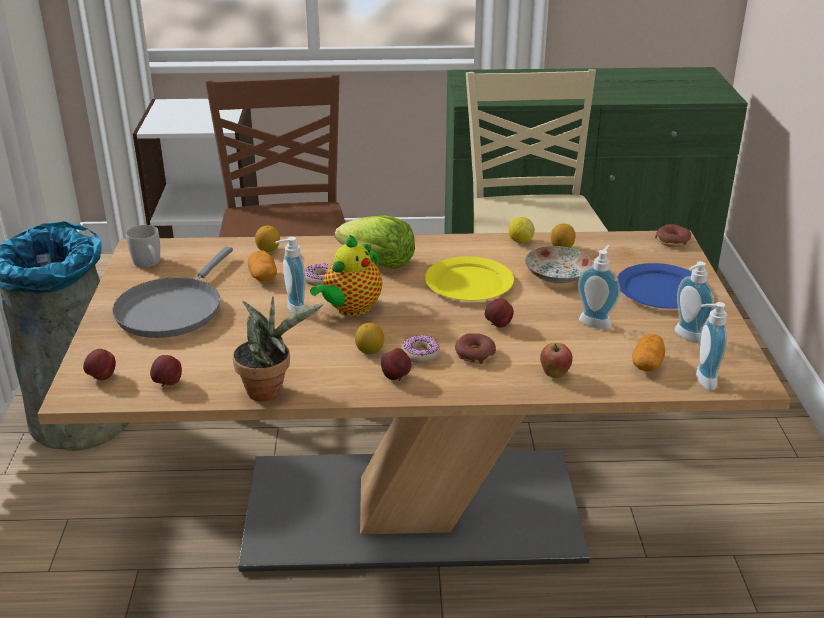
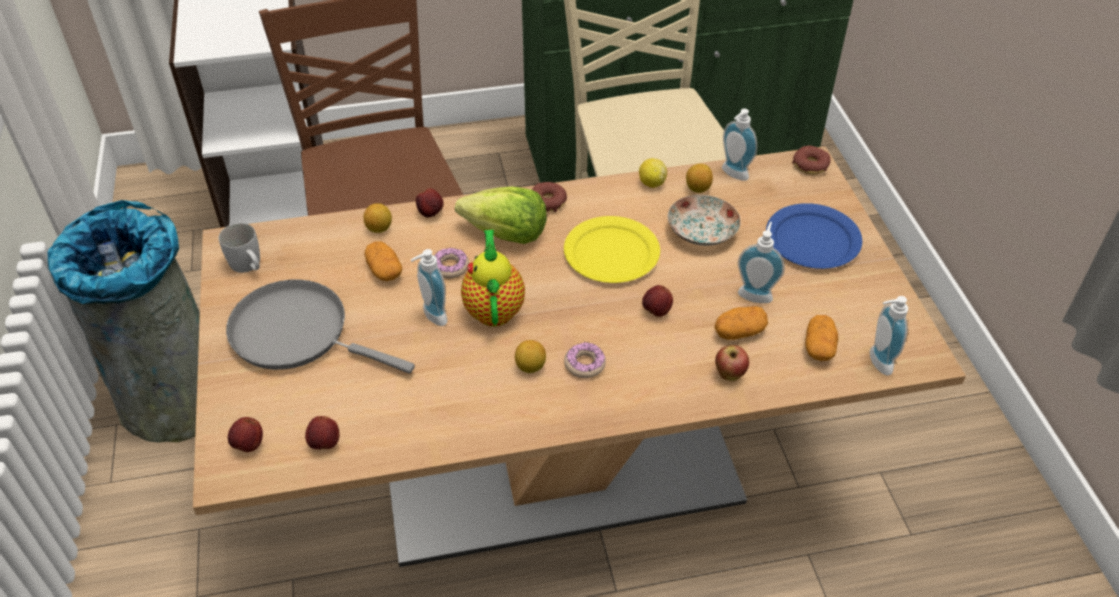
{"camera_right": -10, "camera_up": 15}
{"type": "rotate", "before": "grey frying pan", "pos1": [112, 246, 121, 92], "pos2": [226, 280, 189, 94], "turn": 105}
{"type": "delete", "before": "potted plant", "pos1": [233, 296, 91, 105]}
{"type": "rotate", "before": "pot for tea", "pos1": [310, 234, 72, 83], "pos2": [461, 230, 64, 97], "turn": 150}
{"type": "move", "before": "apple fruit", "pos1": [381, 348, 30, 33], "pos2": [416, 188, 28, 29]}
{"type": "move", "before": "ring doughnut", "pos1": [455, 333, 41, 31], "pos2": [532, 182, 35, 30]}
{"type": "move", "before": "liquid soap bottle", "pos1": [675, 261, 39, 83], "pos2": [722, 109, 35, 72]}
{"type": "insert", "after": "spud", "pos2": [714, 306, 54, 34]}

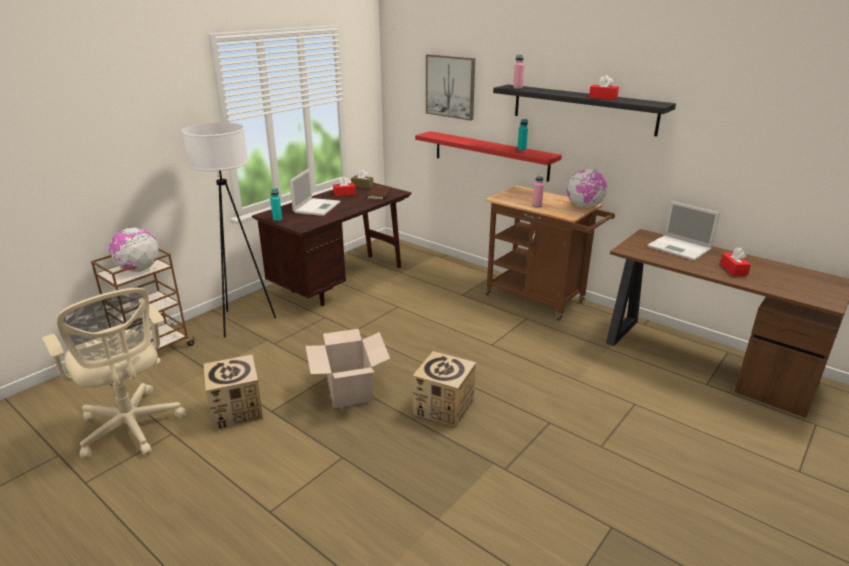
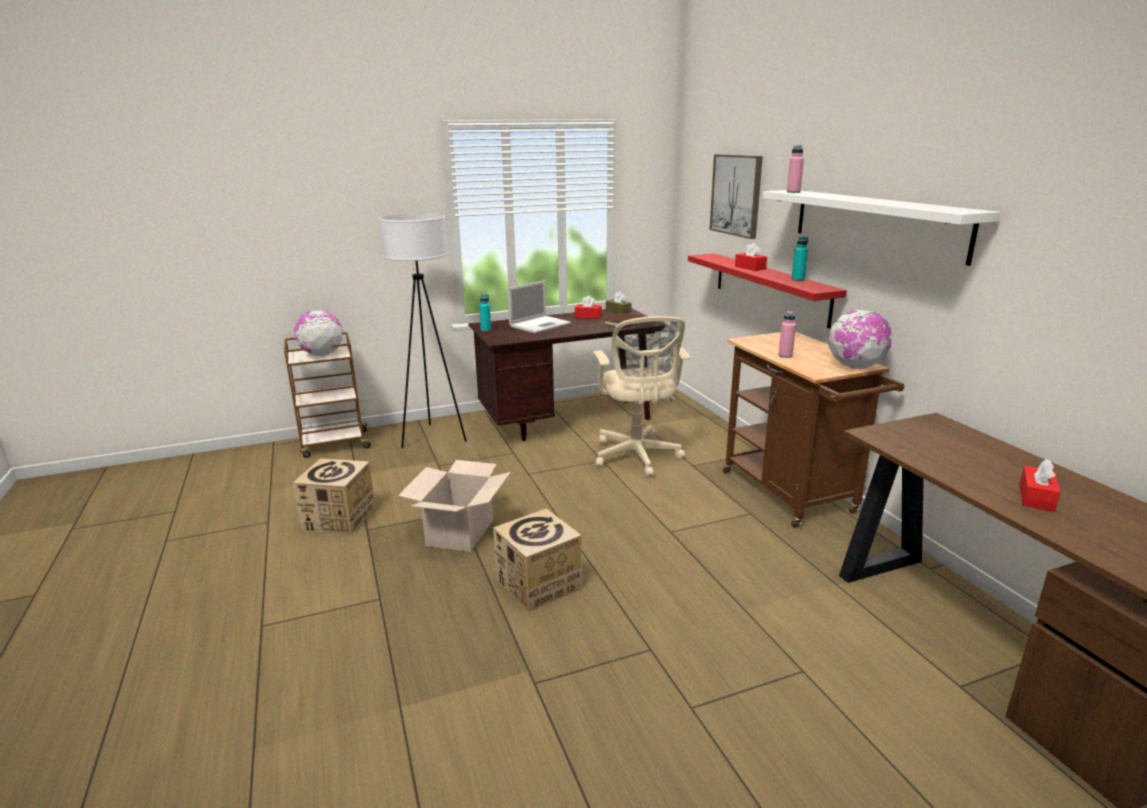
{"camera_right": 30, "camera_up": -5}
{"type": "move", "before": "sand-coloured office chair", "pos1": [42, 288, 145, 171], "pos2": [593, 316, 97, 161]}
{"type": "recolor", "before": "blackish shelf", "after": "whitish shelf", "pos1": [493, 85, 183, 51], "pos2": [762, 190, 238, 76]}
{"type": "move", "before": "red-coloured box of tissues", "pos1": [589, 75, 30, 25], "pos2": [735, 243, 32, 28]}
{"type": "delete", "before": "laptop", "pos1": [647, 201, 73, 60]}

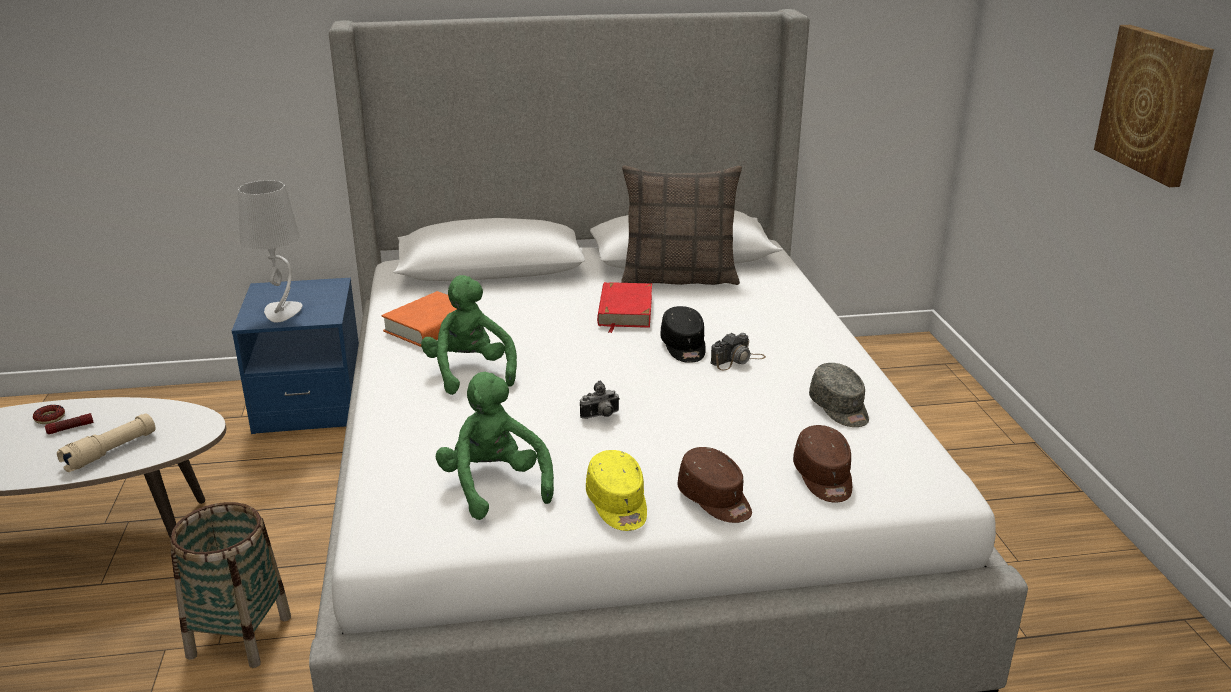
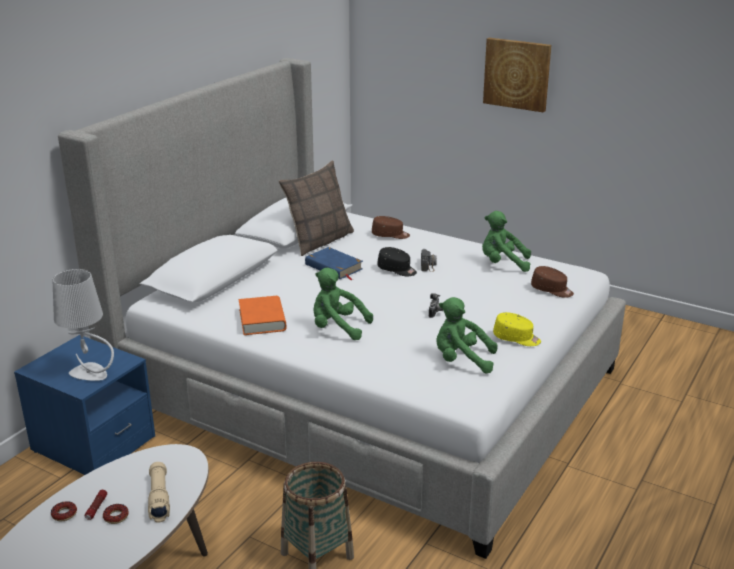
{"camera_right": -50, "camera_up": 0}
{"type": "recolor", "before": "red-coloured volume", "after": "blue volume", "pos1": [597, 282, 55, 51], "pos2": [305, 247, 58, 33]}
{"type": "move", "before": "brownish cap", "pos1": [677, 447, 75, 76], "pos2": [372, 216, 38, 23]}
{"type": "replace", "before": "grey cap", "after": "green soft toy", "pos1": [809, 363, 60, 64], "pos2": [482, 211, 49, 61]}
{"type": "insert", "after": "ring doughnut", "pos2": [103, 504, 26, 20]}

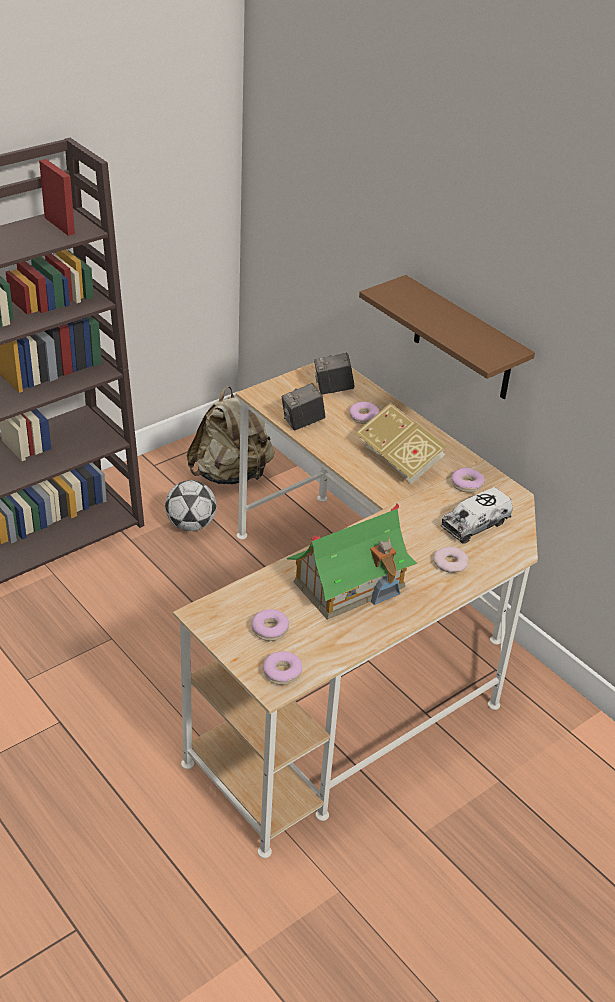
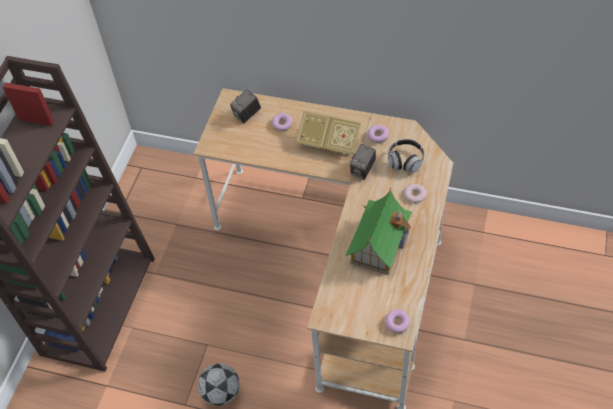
{"camera_right": -30, "camera_up": 15}
{"type": "move", "before": "ball for football", "pos1": [165, 480, 51, 51], "pos2": [198, 363, 41, 43]}
{"type": "delete", "before": "sand-coloured rucksack", "pos1": [187, 386, 88, 99]}
{"type": "delete", "before": "ring doughnut", "pos1": [251, 609, 38, 32]}
{"type": "move", "before": "photo camera", "pos1": [281, 383, 44, 47], "pos2": [350, 144, 26, 36]}
{"type": "delete", "before": "brownish shelf", "pos1": [359, 275, 176, 124]}
{"type": "replace", "before": "model truck", "after": "headset", "pos1": [441, 487, 71, 57], "pos2": [388, 139, 37, 34]}

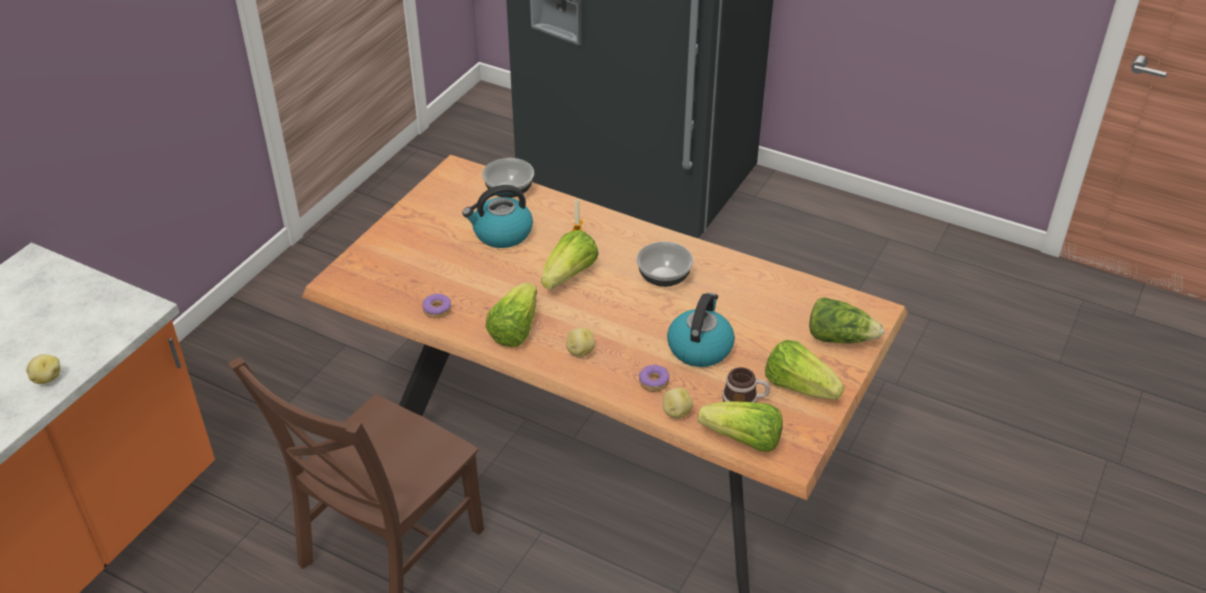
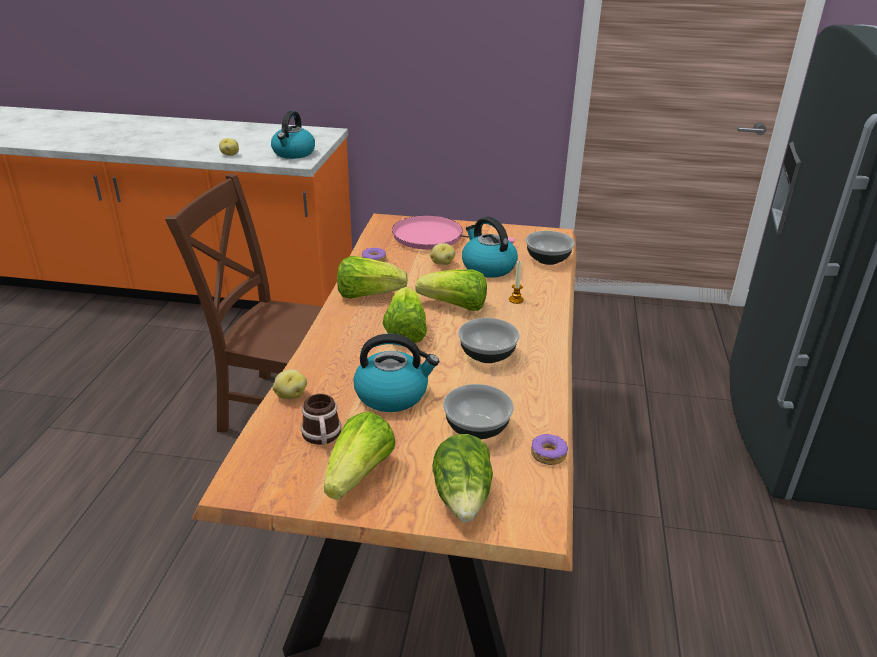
{"camera_right": 70, "camera_up": -10}
{"type": "move", "before": "spud", "pos1": [566, 328, 29, 29], "pos2": [430, 243, 25, 22]}
{"type": "move", "before": "ring doughnut", "pos1": [639, 364, 30, 28], "pos2": [531, 433, 37, 32]}
{"type": "move", "before": "head of lettuce", "pos1": [698, 402, 85, 50], "pos2": [382, 287, 45, 56]}
{"type": "insert", "after": "tea kettle", "pos2": [271, 111, 44, 48]}
{"type": "insert", "after": "pink frying pan", "pos2": [392, 216, 123, 34]}
{"type": "insert", "after": "deep dish", "pos2": [443, 384, 71, 55]}

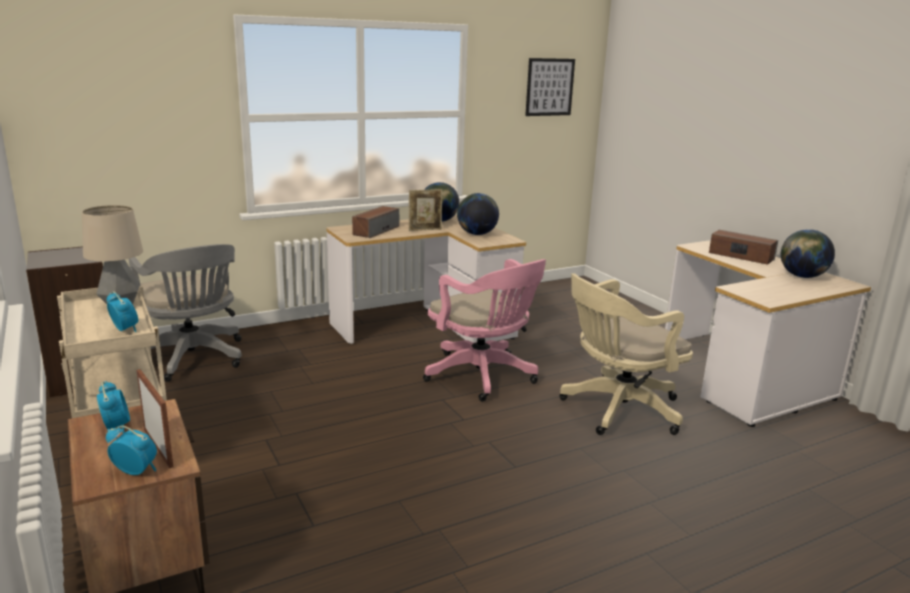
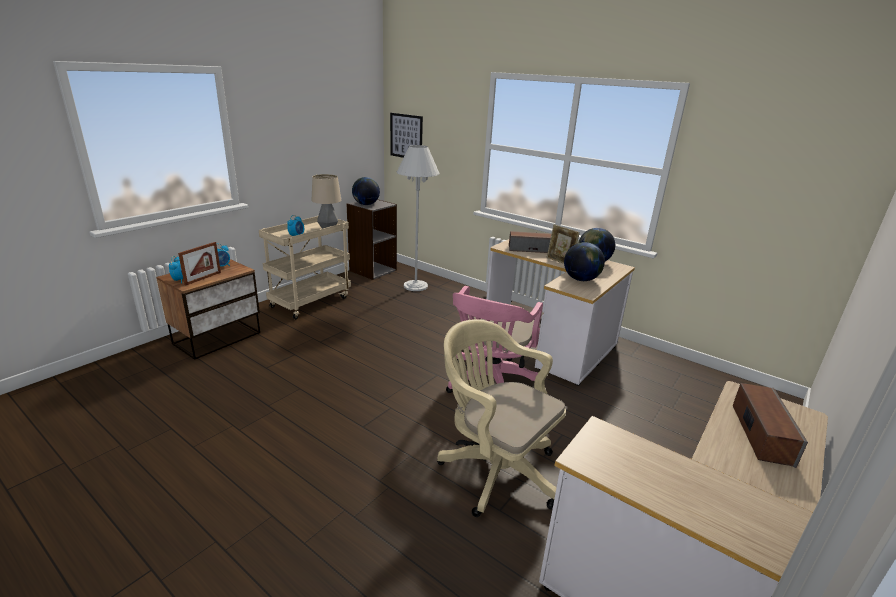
{"camera_right": 65, "camera_up": 5}
{"type": "replace", "before": "grey office chair", "after": "whitish floor lamp", "pos1": [129, 244, 113, 138], "pos2": [397, 145, 43, 146]}
{"type": "move", "before": "wall art", "pos1": [525, 58, 50, 58], "pos2": [390, 113, 33, 45]}
{"type": "move", "before": "globe", "pos1": [781, 229, 54, 49], "pos2": [352, 177, 28, 28]}

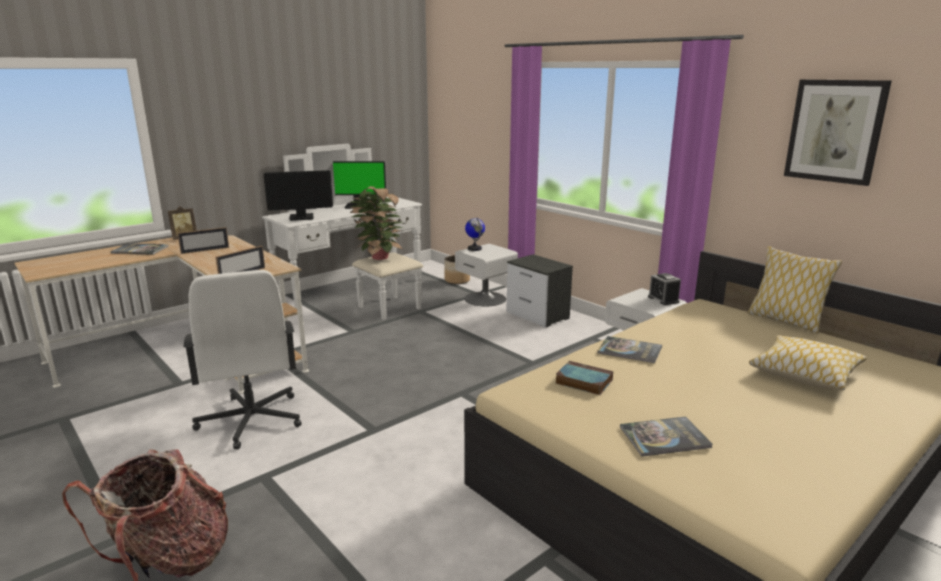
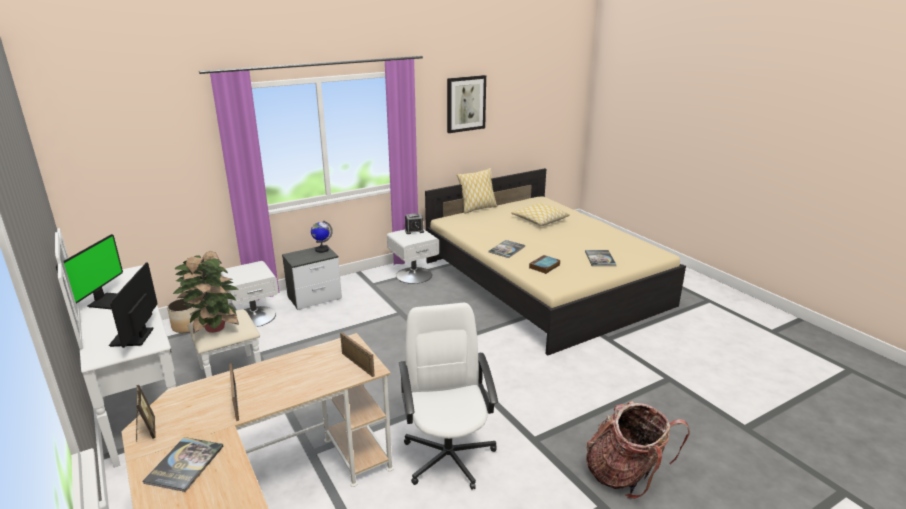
{"camera_right": -80, "camera_up": 5}
{"type": "rotate", "before": "whitish office chair", "pos1": [183, 270, 119, 180], "pos2": [399, 303, 99, 187], "turn": -90}
{"type": "move", "before": "globe", "pos1": [465, 217, 20, 34], "pos2": [311, 220, 22, 33]}

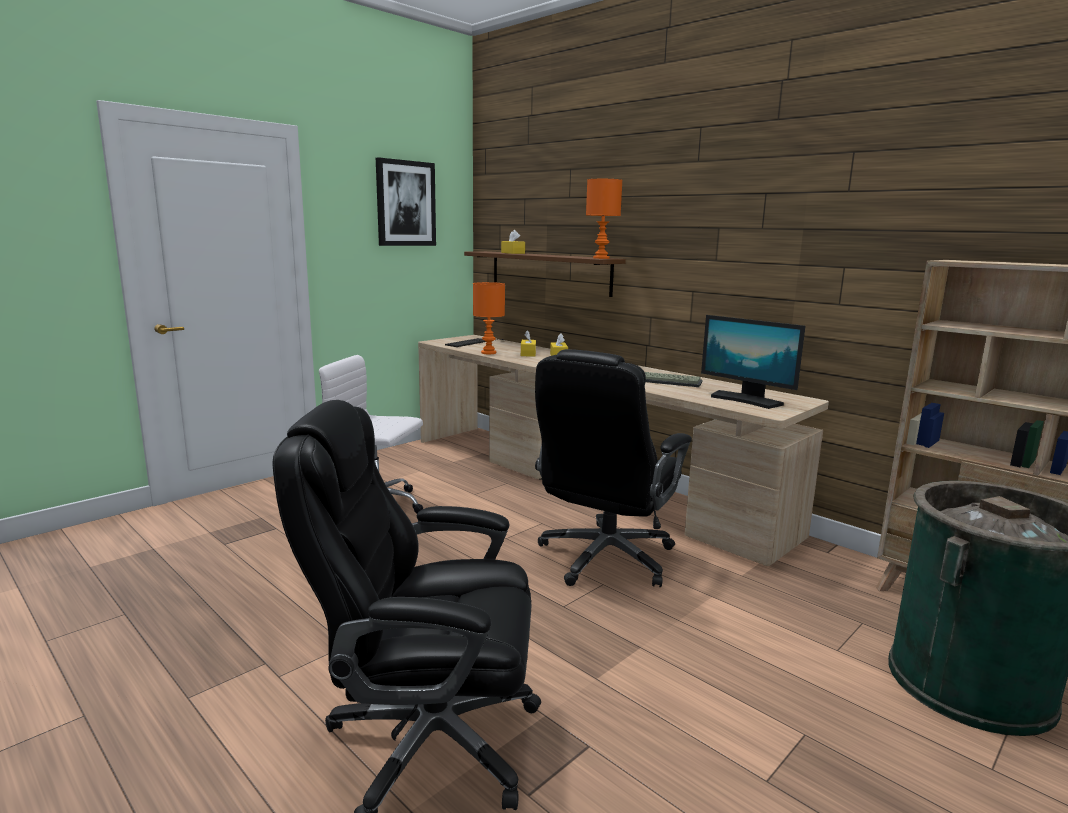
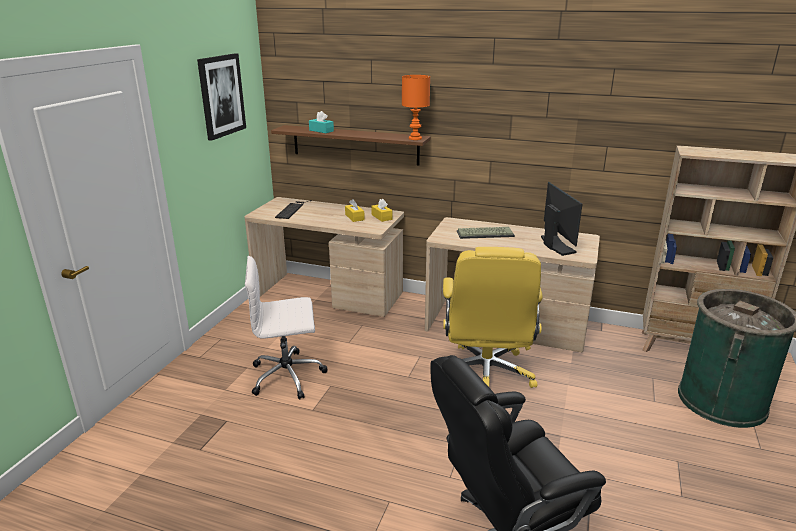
{"camera_right": -25, "camera_up": 10}
{"type": "delete", "before": "orange-coloured table lamp", "pos1": [473, 282, 32, 72]}
{"type": "recolor", "before": "yellowish box of tissues", "after": "turquoise-coloured box of tissues", "pos1": [501, 230, 24, 24], "pos2": [309, 111, 25, 22]}
{"type": "recolor", "before": "blackish office chair", "after": "yellowish office chair", "pos1": [535, 349, 157, 238], "pos2": [443, 247, 100, 141]}
{"type": "rotate", "before": "monitor", "pos1": [701, 315, 104, 94], "pos2": [541, 182, 41, 74], "turn": -120}

